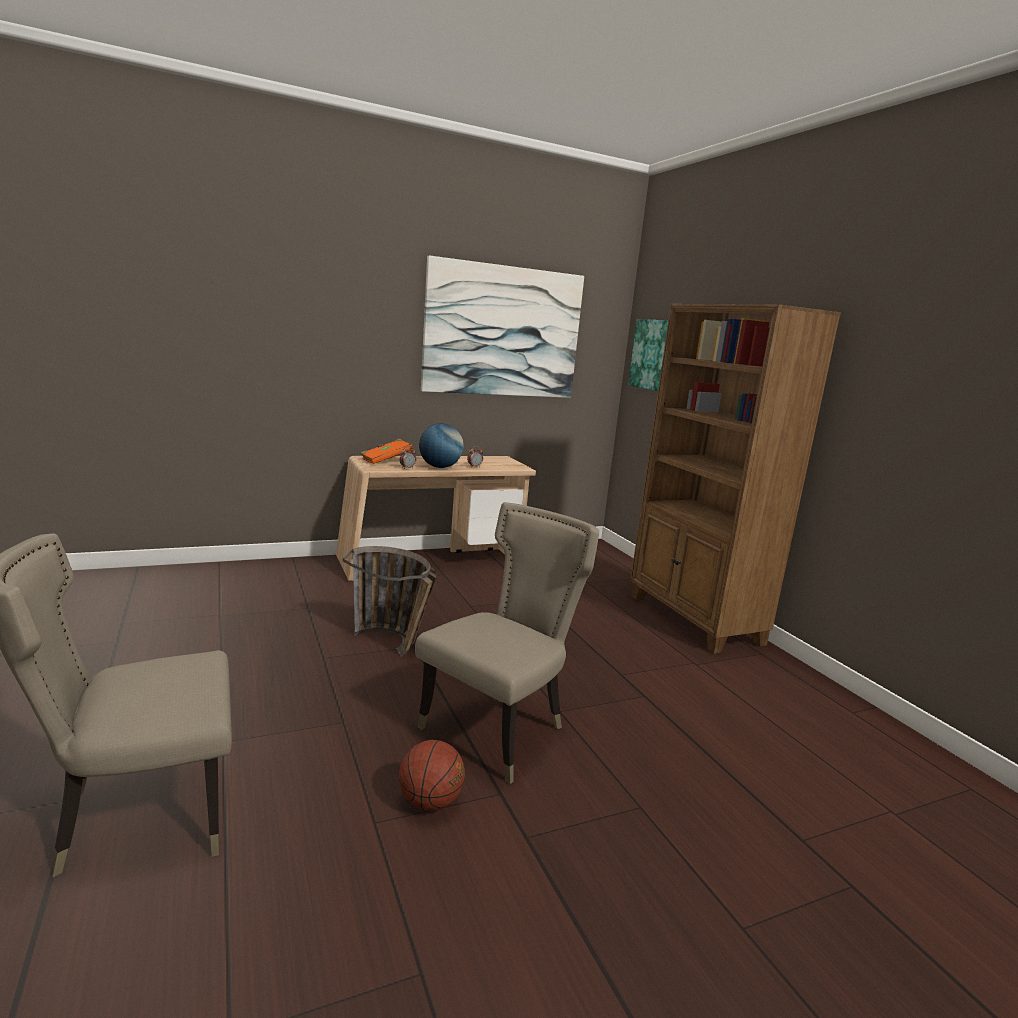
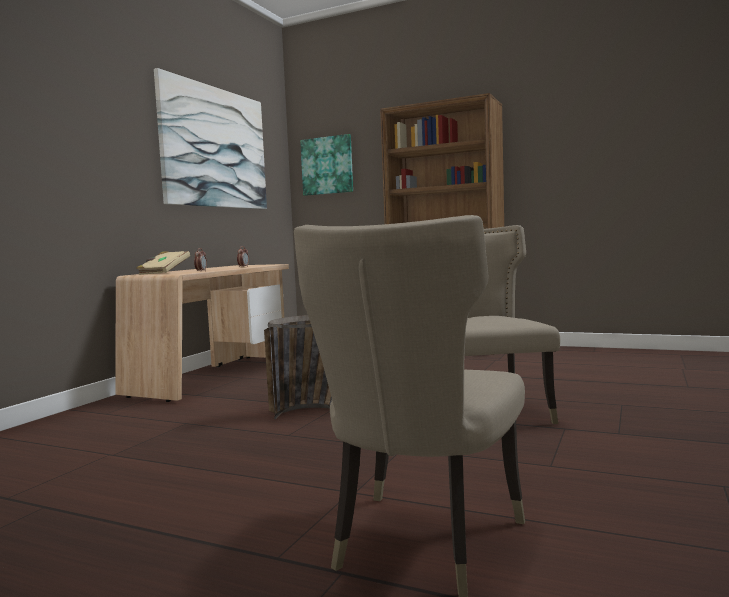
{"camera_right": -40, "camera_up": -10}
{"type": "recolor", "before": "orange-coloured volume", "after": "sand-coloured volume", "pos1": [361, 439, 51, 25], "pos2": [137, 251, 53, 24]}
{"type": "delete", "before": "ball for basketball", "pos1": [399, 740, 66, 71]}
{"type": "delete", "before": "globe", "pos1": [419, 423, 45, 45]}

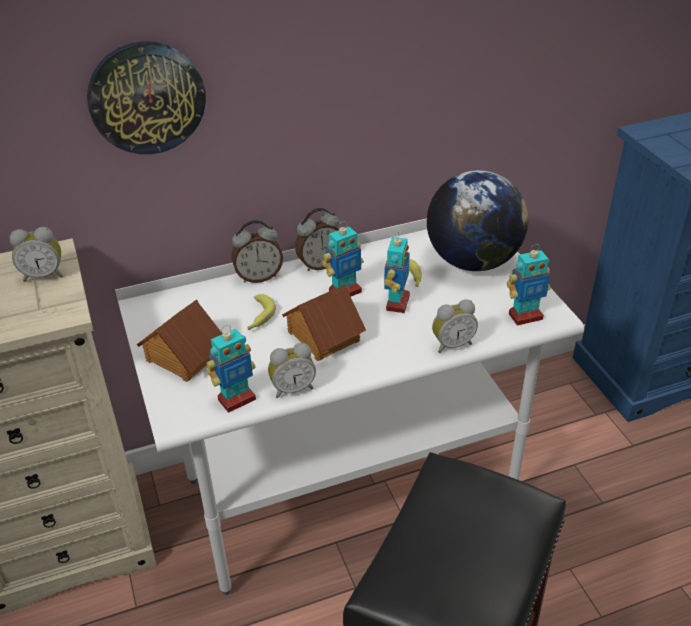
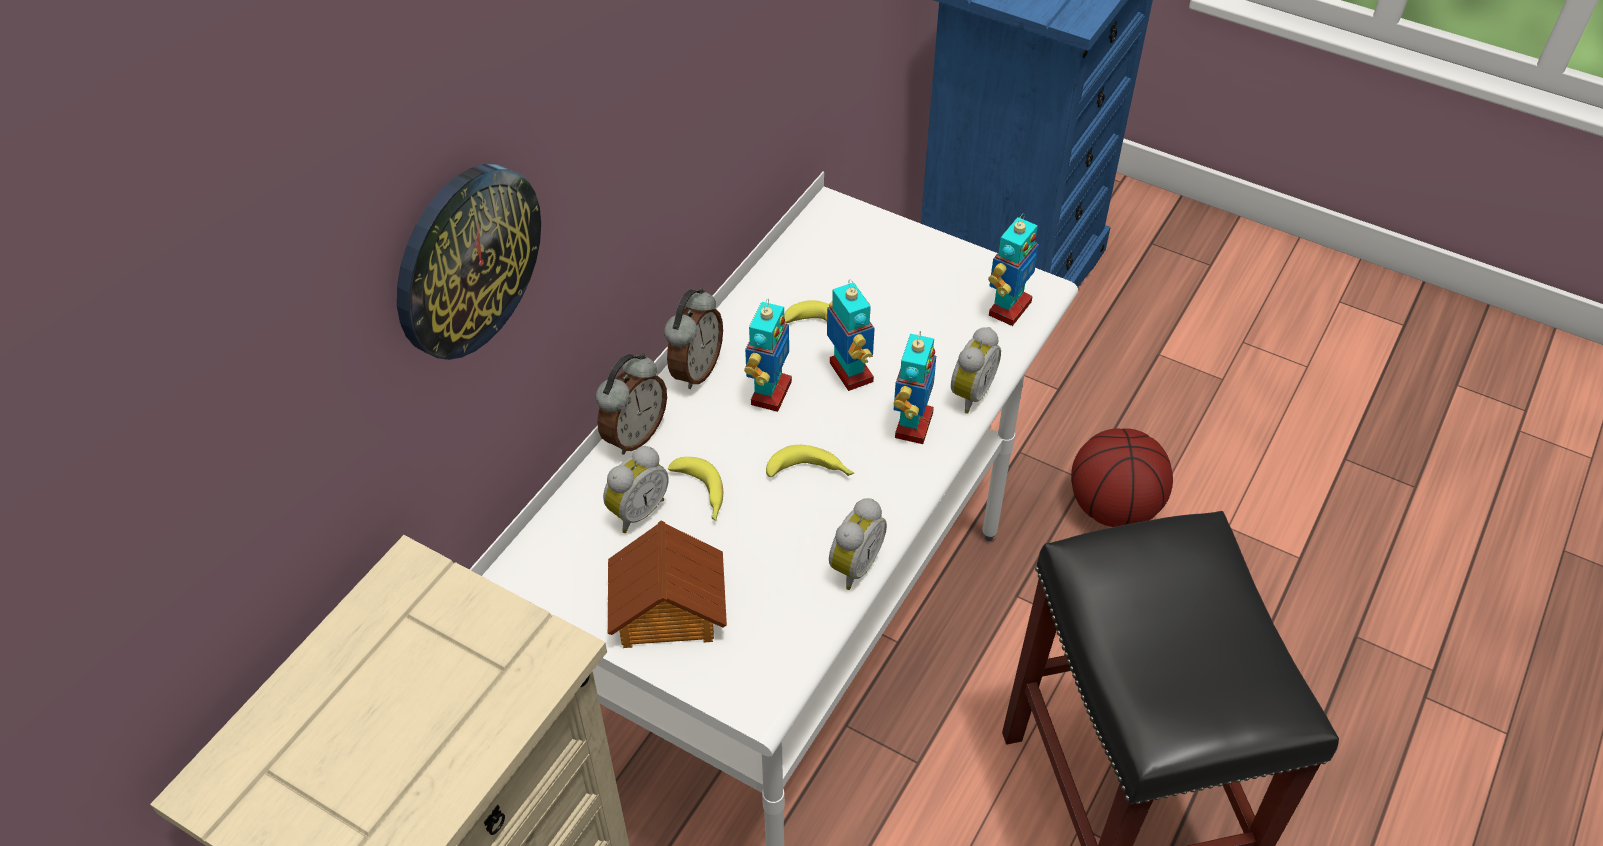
{"camera_right": -40, "camera_up": 10}
{"type": "move", "before": "bedside clock", "pos1": [10, 227, 53, 55], "pos2": [603, 446, 66, 87]}
{"type": "move", "before": "toy robot", "pos1": [206, 325, 50, 88], "pos2": [893, 331, 43, 113]}
{"type": "replace", "before": "toy house", "after": "banana fruit", "pos1": [282, 284, 84, 77], "pos2": [766, 445, 88, 32]}
{"type": "delete", "before": "globe", "pos1": [427, 170, 101, 101]}
{"type": "insert", "after": "ball for basketball", "pos2": [1071, 428, 102, 99]}

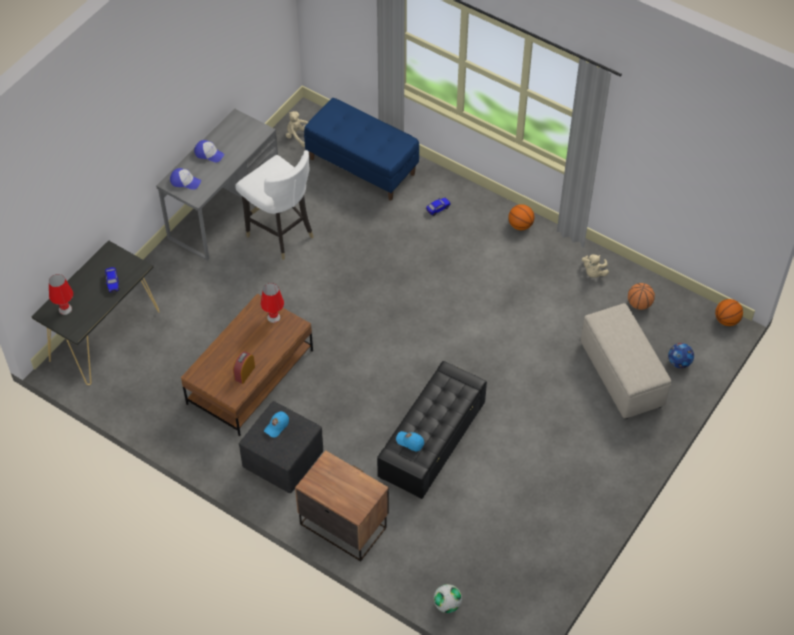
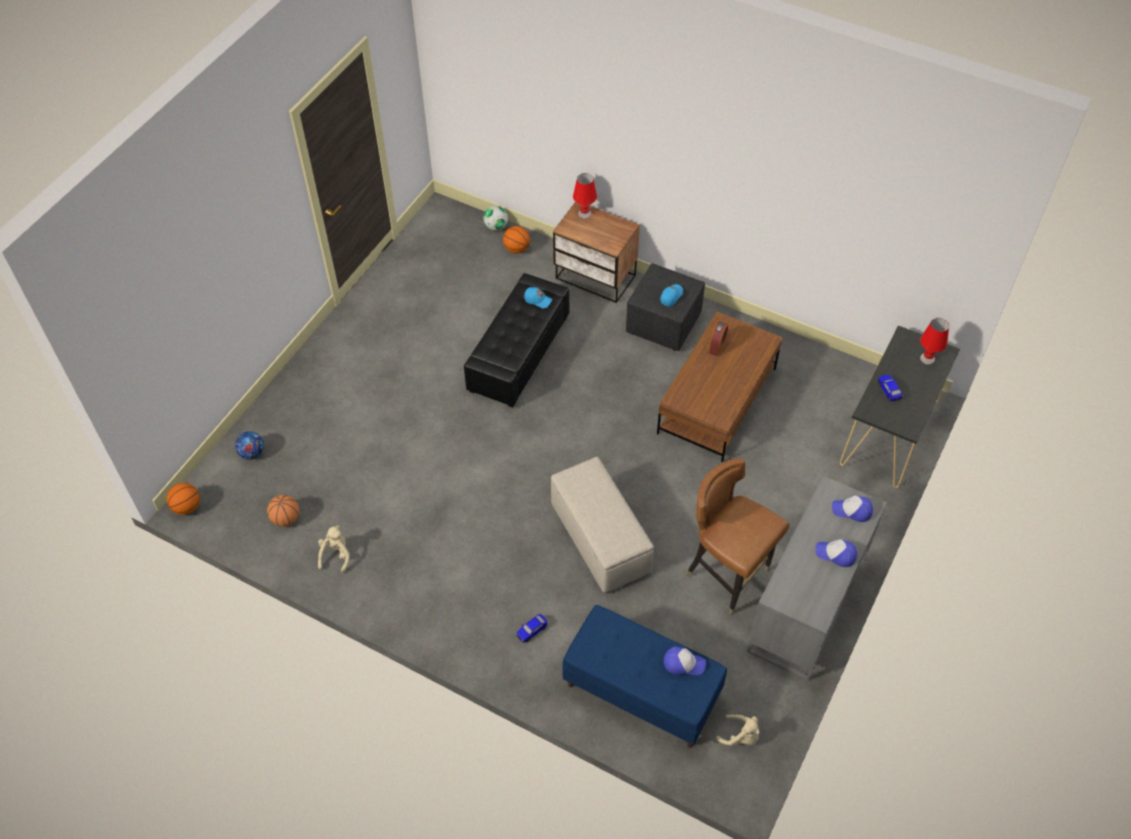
{"camera_right": 175, "camera_up": 0}
{"type": "recolor", "before": "whitish upright chair", "after": "brownish upright chair", "pos1": [235, 150, 79, 110], "pos2": [686, 458, 103, 157]}
{"type": "move", "before": "red-coloured table lamp", "pos1": [261, 283, 23, 40], "pos2": [573, 173, 24, 46]}
{"type": "move", "before": "ball for basketball", "pos1": [508, 204, 26, 26], "pos2": [503, 226, 27, 28]}
{"type": "move", "before": "sand-coloured footrest", "pos1": [580, 303, 91, 116], "pos2": [551, 457, 103, 136]}
{"type": "insert", "after": "cap", "pos2": [664, 647, 42, 28]}

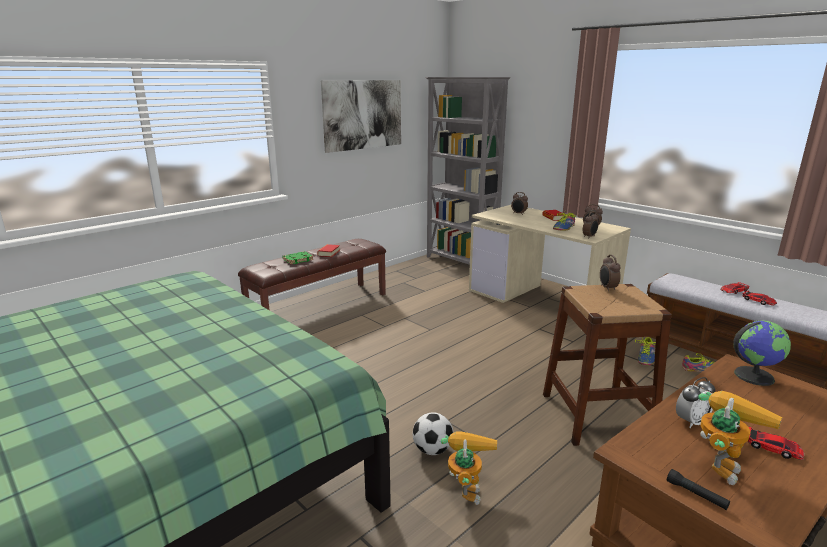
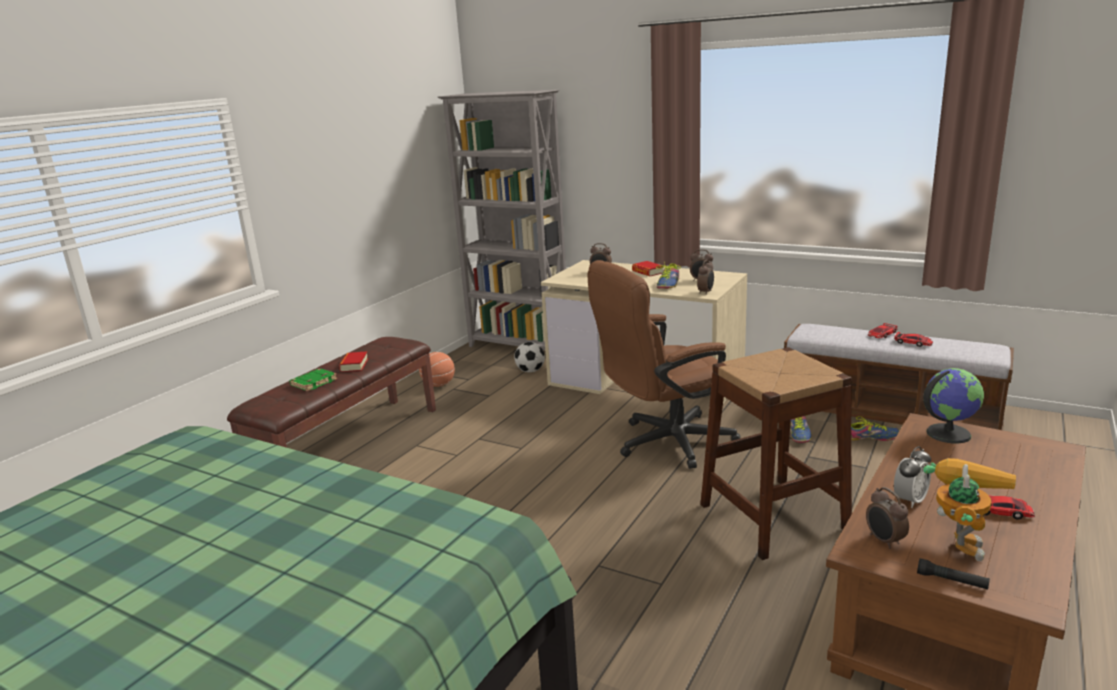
{"camera_right": -15, "camera_up": 0}
{"type": "delete", "before": "wall art", "pos1": [321, 80, 80, 73]}
{"type": "move", "before": "ball for football", "pos1": [413, 412, 40, 43], "pos2": [514, 342, 31, 30]}
{"type": "delete", "before": "toy robot", "pos1": [441, 432, 56, 73]}
{"type": "move", "before": "bedside clock", "pos1": [600, 255, 20, 36], "pos2": [866, 487, 43, 62]}
{"type": "insert", "after": "ball for basketball", "pos2": [419, 352, 36, 35]}
{"type": "insert", "after": "brownish office chair", "pos2": [587, 260, 154, 209]}

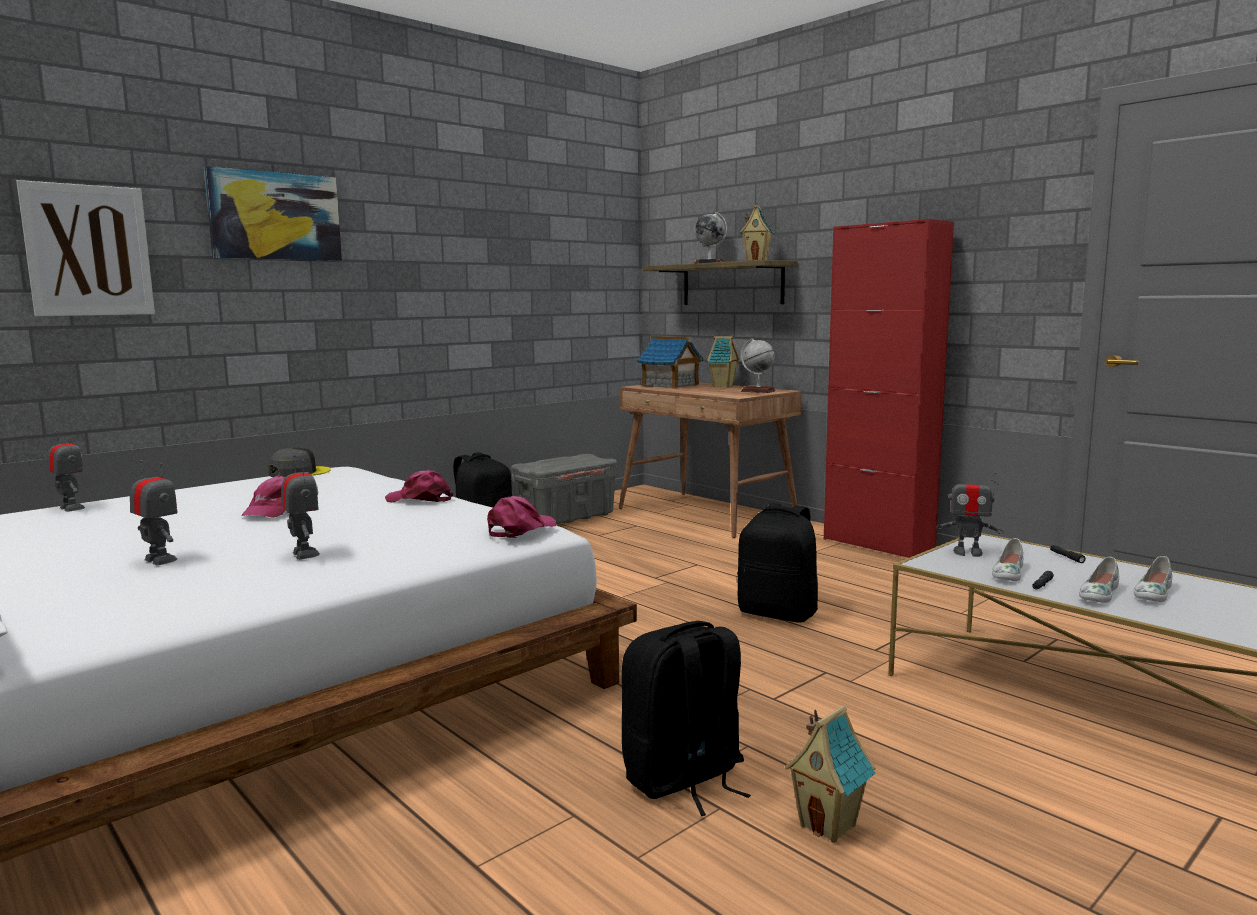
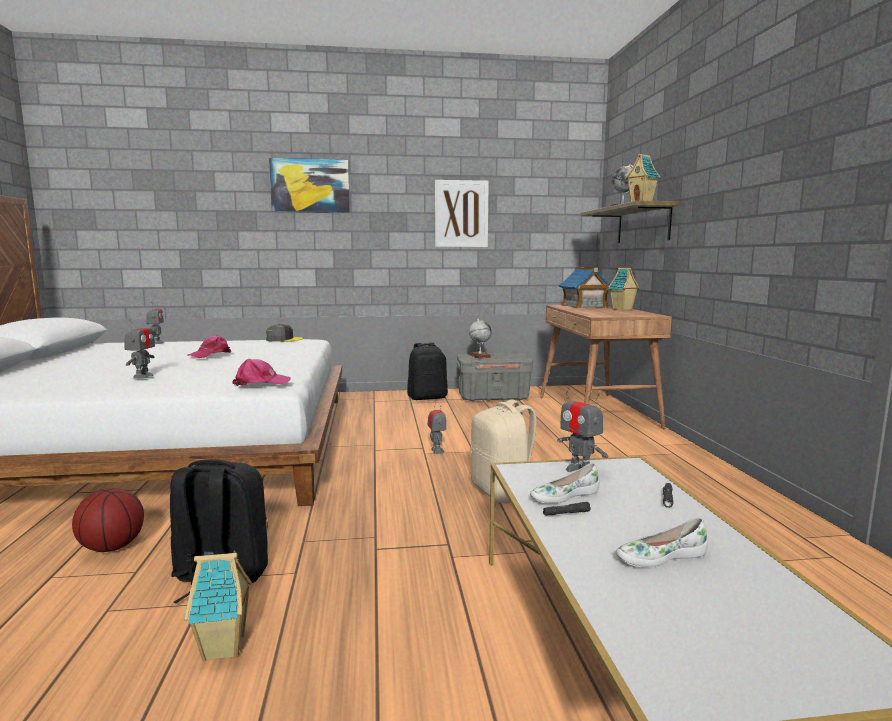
{"camera_right": 35, "camera_up": 0}
{"type": "move", "before": "wall art", "pos1": [16, 180, 139, 136], "pos2": [435, 180, 54, 67]}
{"type": "move", "before": "toy robot", "pos1": [130, 460, 48, 105], "pos2": [428, 404, 18, 50]}
{"type": "delete", "before": "pink cap", "pos1": [385, 470, 69, 33]}
{"type": "recolor", "before": "blackish rucksack", "after": "sand-coloured rucksack", "pos1": [738, 503, 80, 120], "pos2": [471, 399, 65, 104]}
{"type": "move", "before": "globe", "pos1": [741, 338, 35, 55], "pos2": [469, 319, 23, 40]}
{"type": "delete", "before": "red-coloured storage cabinet", "pos1": [824, 219, 130, 339]}
{"type": "delete", "before": "whitish item of footwear", "pos1": [1079, 557, 40, 46]}
{"type": "insert", "after": "ball for basketball", "pos2": [72, 488, 72, 64]}

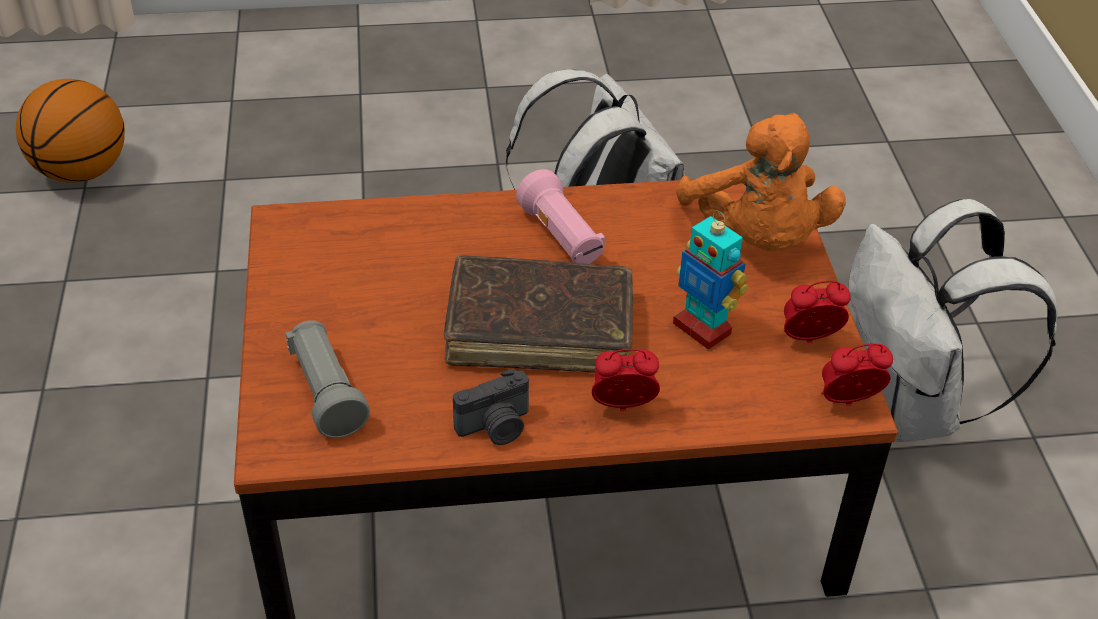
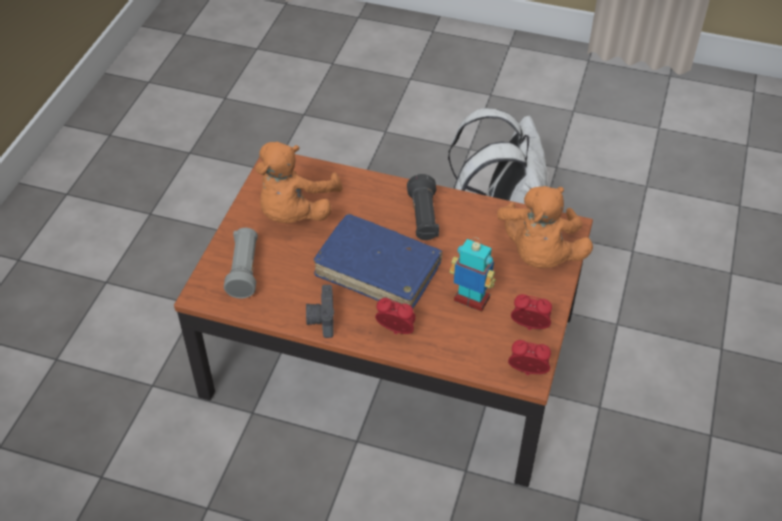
{"camera_right": 25, "camera_up": 5}
{"type": "delete", "before": "ball for basketball", "pos1": [16, 79, 109, 104]}
{"type": "recolor", "before": "brownish volume", "after": "blue volume", "pos1": [444, 255, 189, 118], "pos2": [314, 214, 129, 95]}
{"type": "rotate", "before": "photo camera", "pos1": [453, 369, 76, 76], "pos2": [306, 285, 28, 53], "turn": 90}
{"type": "recolor", "before": "pink torch", "after": "blackish torch", "pos1": [516, 169, 89, 95], "pos2": [407, 174, 32, 66]}
{"type": "rotate", "before": "toy robot", "pos1": [673, 210, 75, 140], "pos2": [450, 237, 46, 75], "turn": 135}
{"type": "delete", "before": "whitish rucksack", "pos1": [849, 199, 208, 243]}
{"type": "insert", "after": "orange-coloured soft toy", "pos2": [255, 142, 88, 81]}

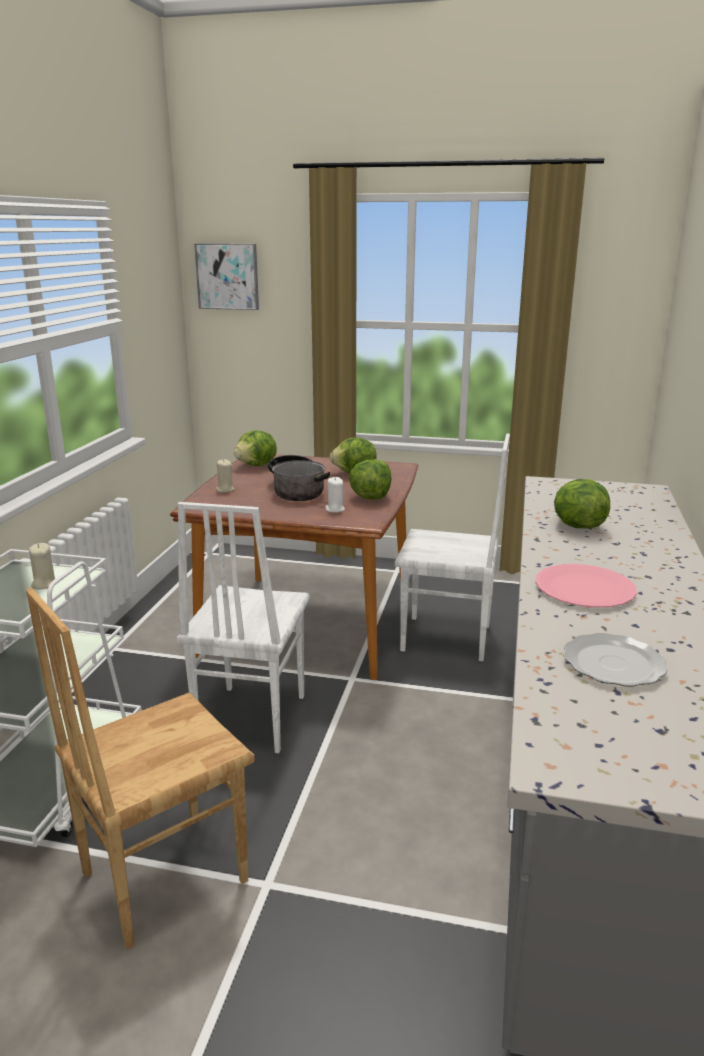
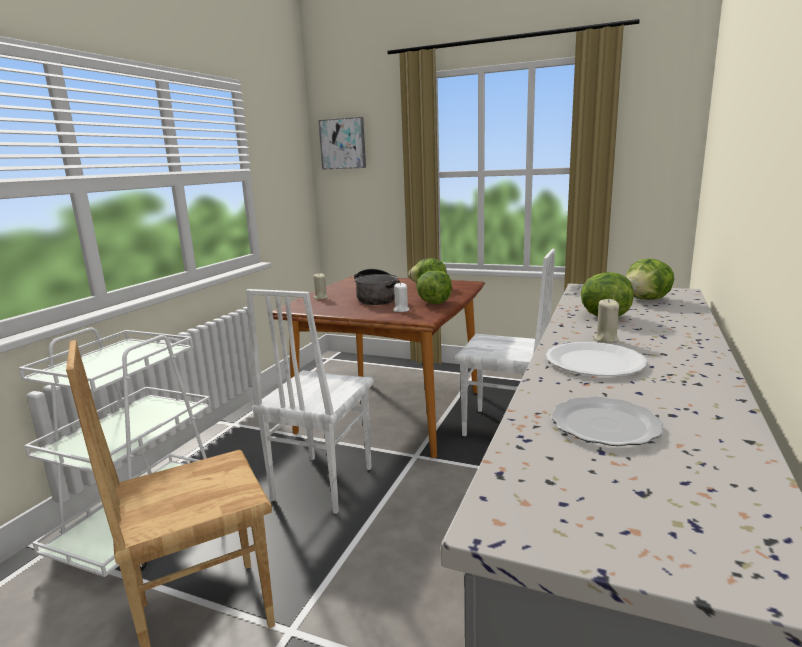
{"camera_right": 10, "camera_up": -5}
{"type": "move", "before": "sand-coloured wax light", "pos1": [29, 543, 27, 47], "pos2": [593, 299, 26, 44]}
{"type": "move", "before": "head of lettuce", "pos1": [234, 430, 43, 36], "pos2": [626, 259, 48, 41]}
{"type": "recolor", "before": "pink plate", "after": "whitish plate", "pos1": [535, 564, 102, 44], "pos2": [546, 342, 101, 34]}

